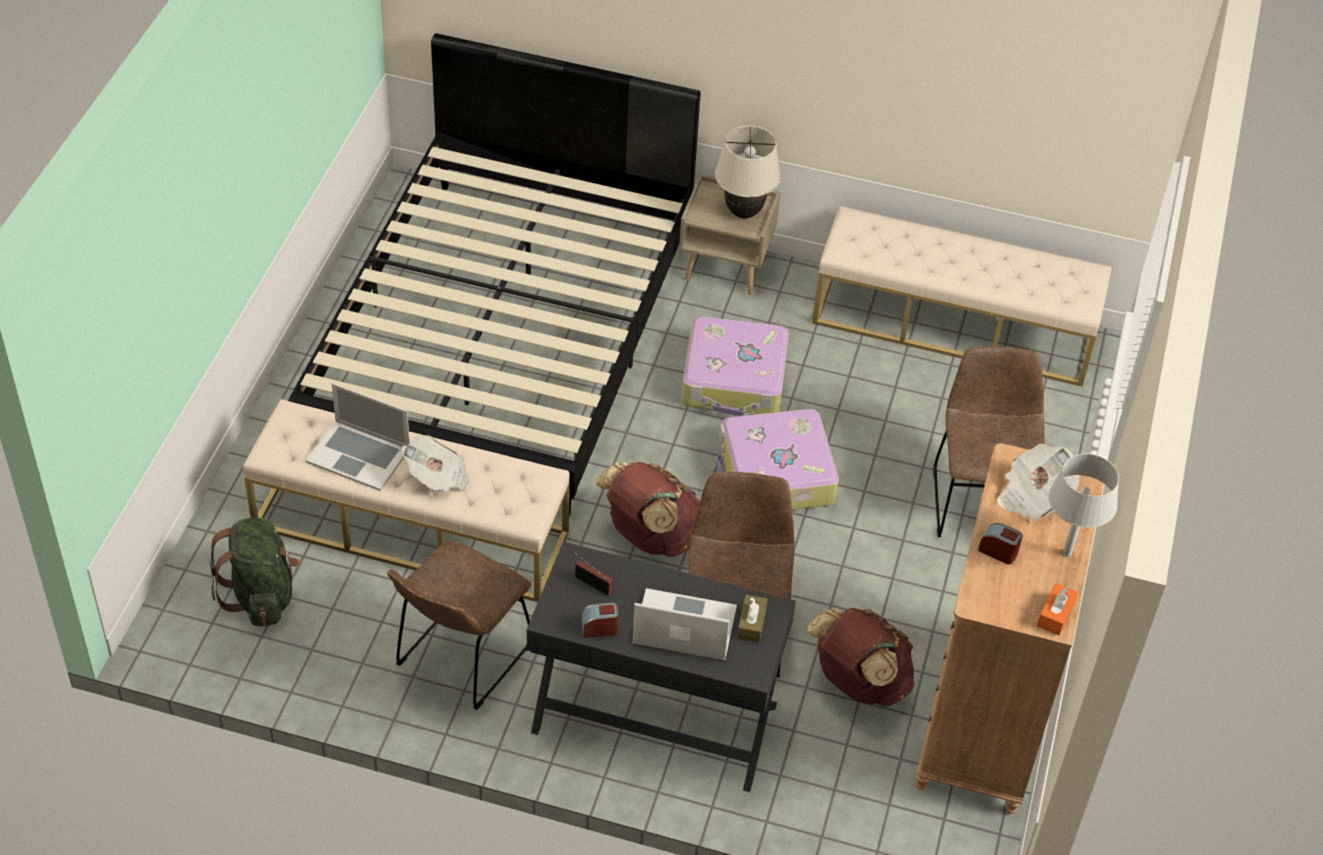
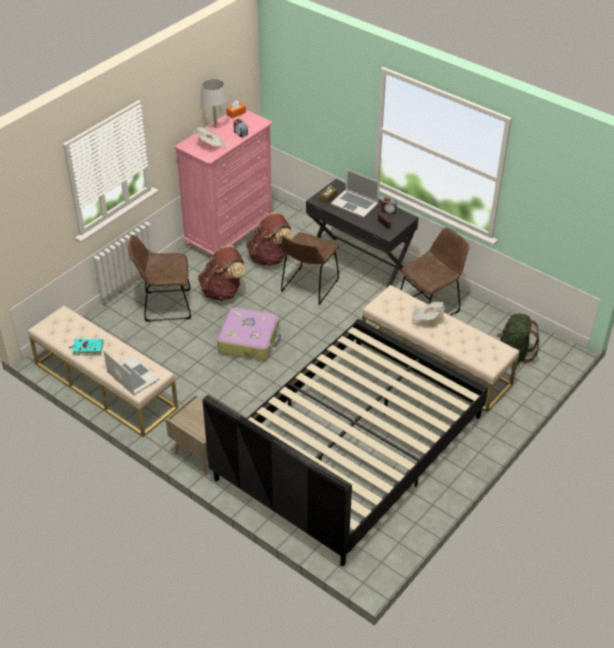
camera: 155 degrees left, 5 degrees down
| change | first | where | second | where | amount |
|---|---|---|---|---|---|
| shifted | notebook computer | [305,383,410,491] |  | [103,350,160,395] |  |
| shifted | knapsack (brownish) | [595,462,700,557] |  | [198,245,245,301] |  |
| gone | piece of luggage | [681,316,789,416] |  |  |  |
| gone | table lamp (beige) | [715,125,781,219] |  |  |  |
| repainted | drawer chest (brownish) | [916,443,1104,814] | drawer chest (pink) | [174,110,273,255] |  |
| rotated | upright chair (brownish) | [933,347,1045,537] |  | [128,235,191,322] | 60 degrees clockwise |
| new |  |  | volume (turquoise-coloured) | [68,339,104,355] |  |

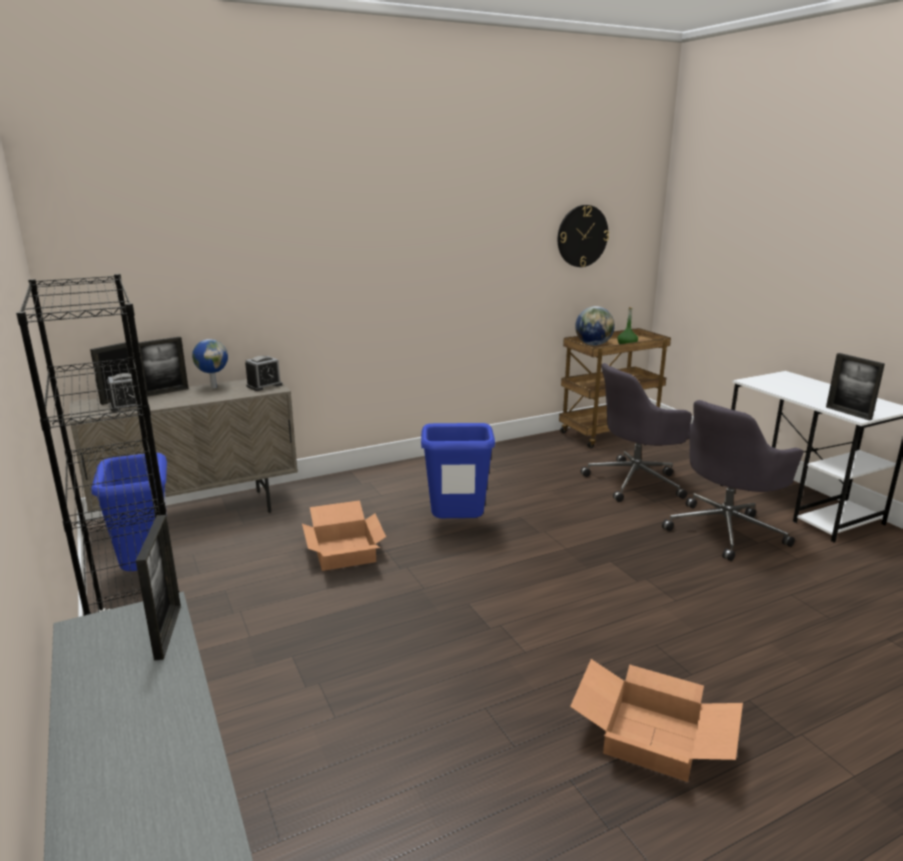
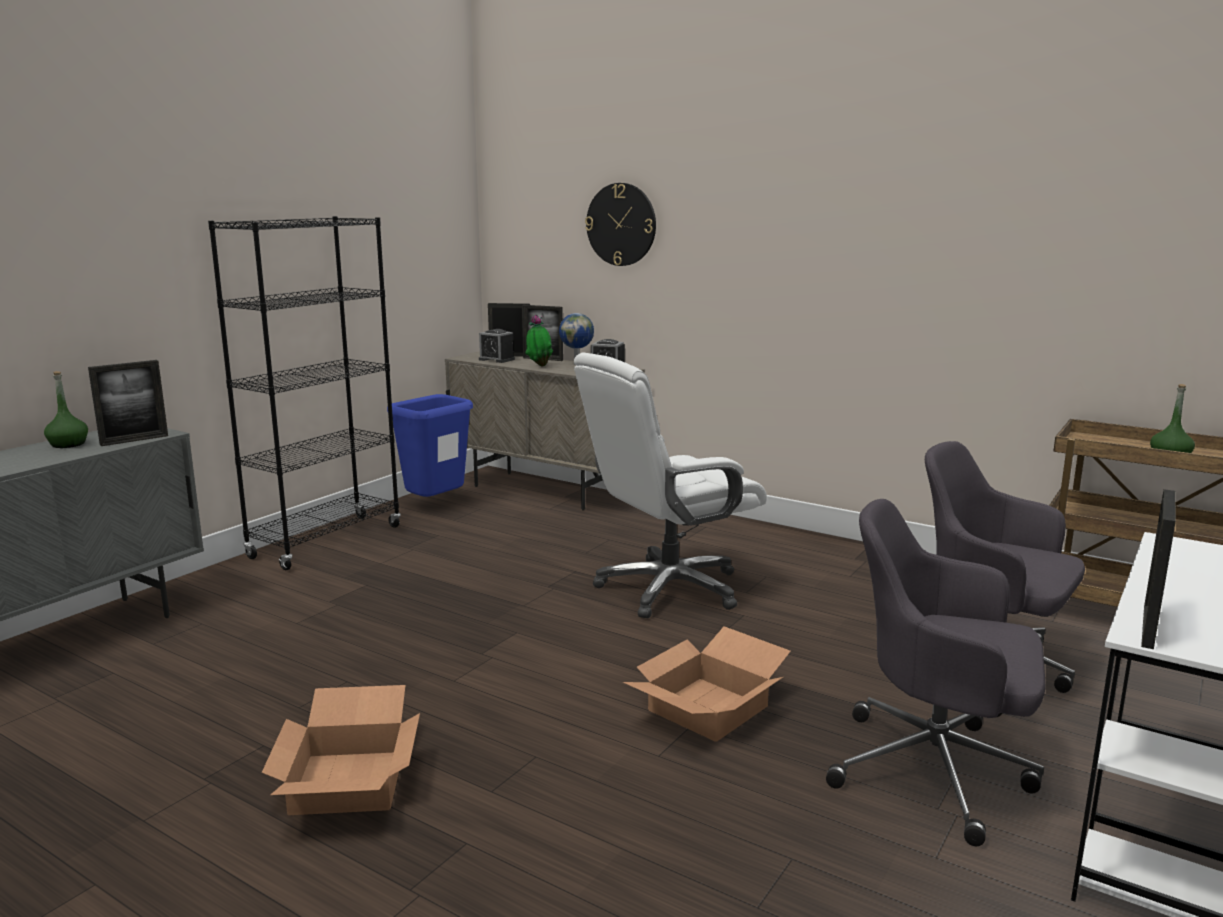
camera: 60 degrees right, 5 degrees down
| change | first | where | second | where | amount |
|---|---|---|---|---|---|
| shifted | cardboard box | [302,500,386,571] |  | [623,626,791,742] |  |
| swapped | trash can (blue) | [421,423,495,518] | desk chair (white) | [574,353,767,618] |  |
| shifted | wall clock | [558,205,609,267] |  | [585,183,656,266] |  |
| gone | desk globe | [575,306,615,346] |  |  |  |
| new |  |  | bottle (green) | [44,371,88,448] |  |
| new |  |  | potted plant | [525,314,553,367] |  |

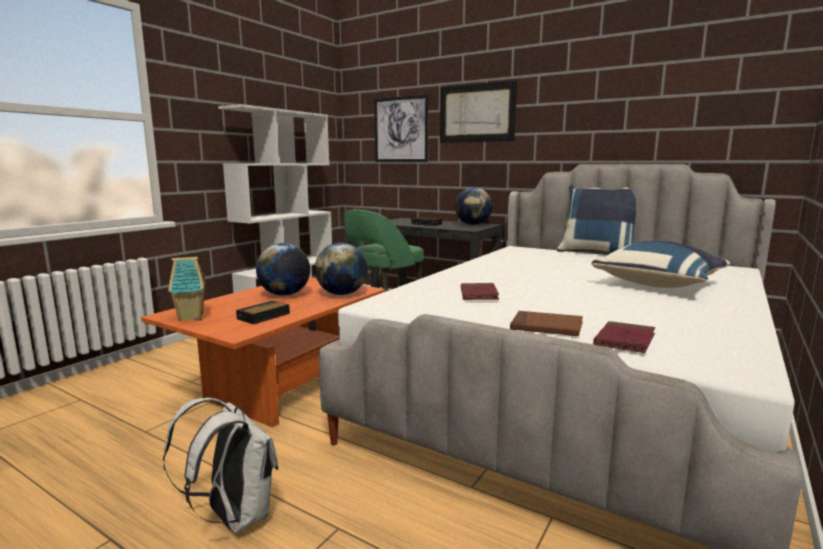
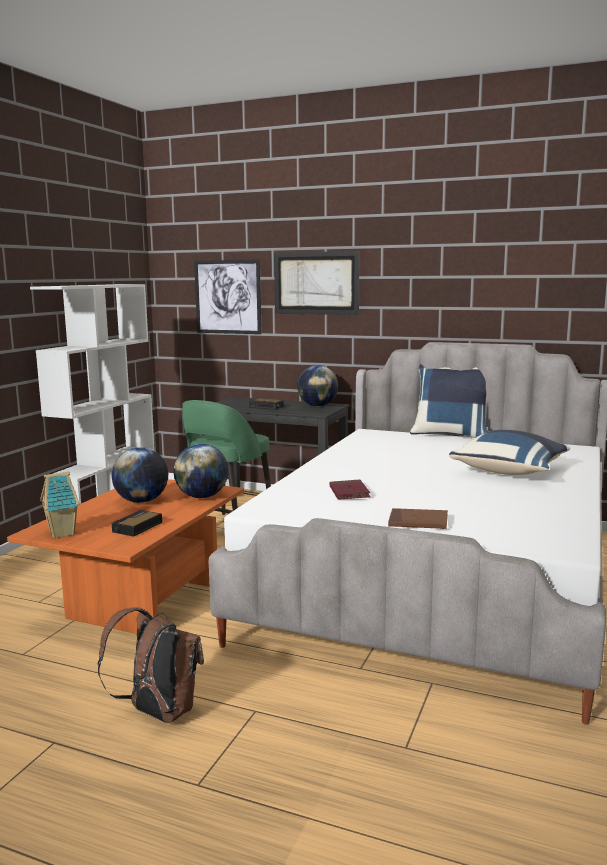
camera: 10 degrees left, 0 degrees up
| change | first | where | second | where | amount |
|---|---|---|---|---|---|
| repainted | knapsack (white) | [163,398,278,533] | knapsack (brownish) | [97,607,204,723] |  |
| gone | volume (red-coloured) | [593,321,655,353] |  |  |  |

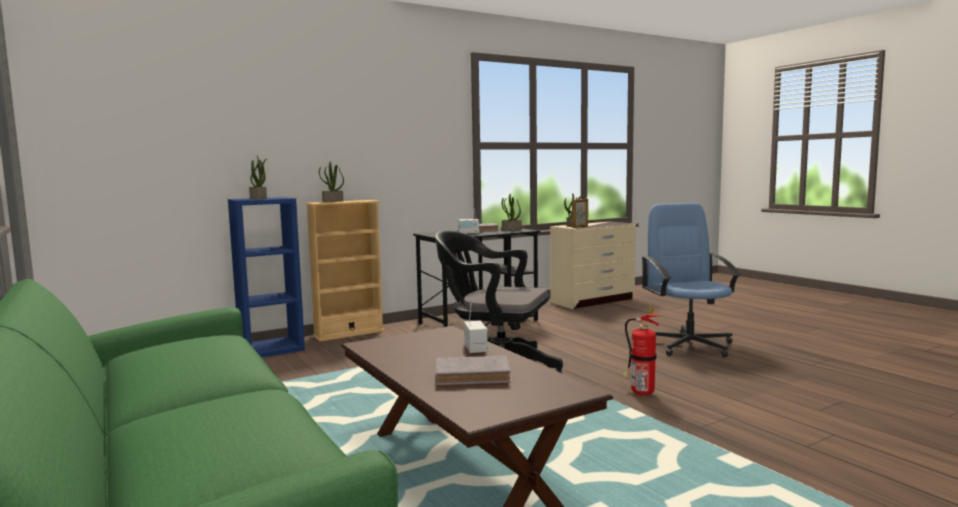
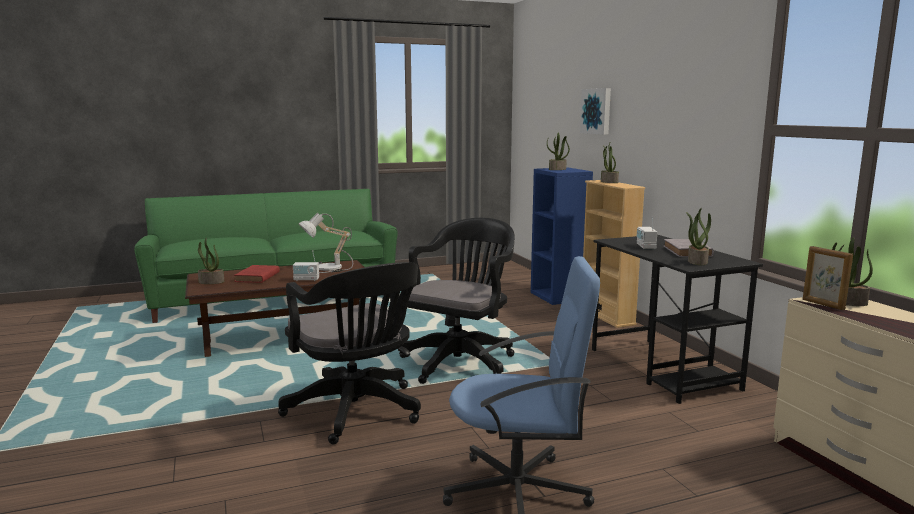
camera: 100 degrees right, 5 degrees up
| change | first | where | second | where | amount |
|---|---|---|---|---|---|
| repainted | volume (greyish) | [436,356,511,385] | volume (red-coloured) | [234,265,280,283] |  |
| swapped | extinguisher | [622,307,660,396] | desk chair (black) | [278,262,421,444] |  |
| new |  |  | potted plant | [198,238,224,284] |  |
| new |  |  | table lamp | [299,213,353,273] |  |
| new |  |  | picture | [580,88,611,135] |  |

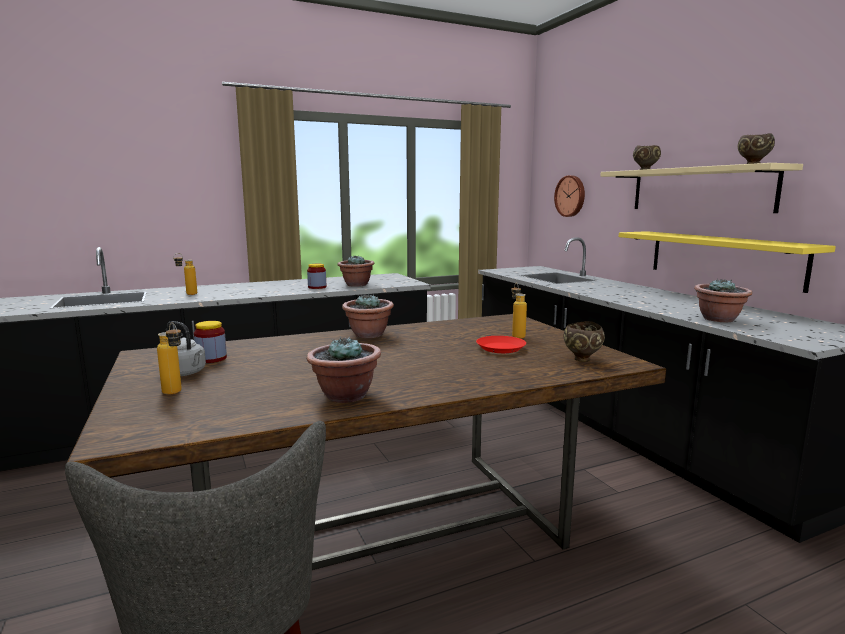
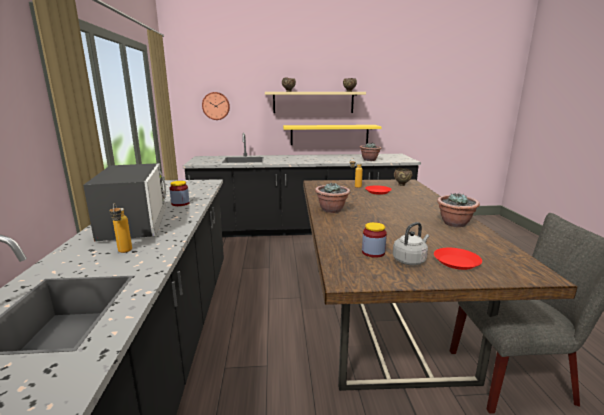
camera: 70 degrees left, 5 degrees up
| change | first | where | second | where | amount |
|---|---|---|---|---|---|
| swapped | bottle | [157,323,182,395] | flat dish (red-coloured) | [434,248,482,270] |  |
| gone | potted plant | [338,255,375,287] |  |  |  |
| new |  |  | microwave | [83,163,166,242] |  |

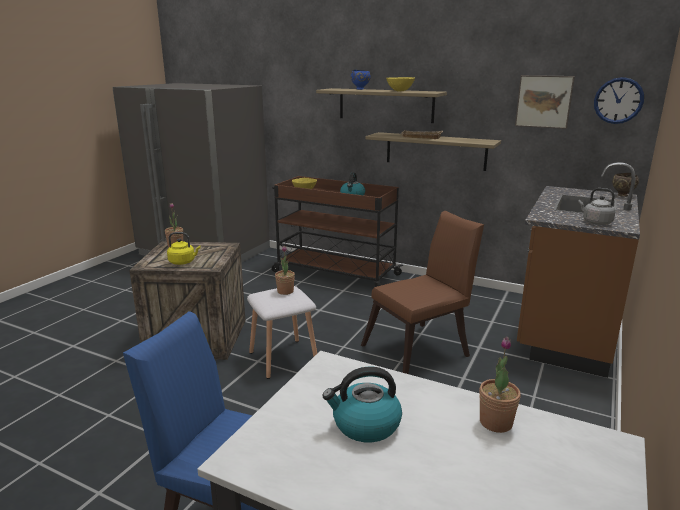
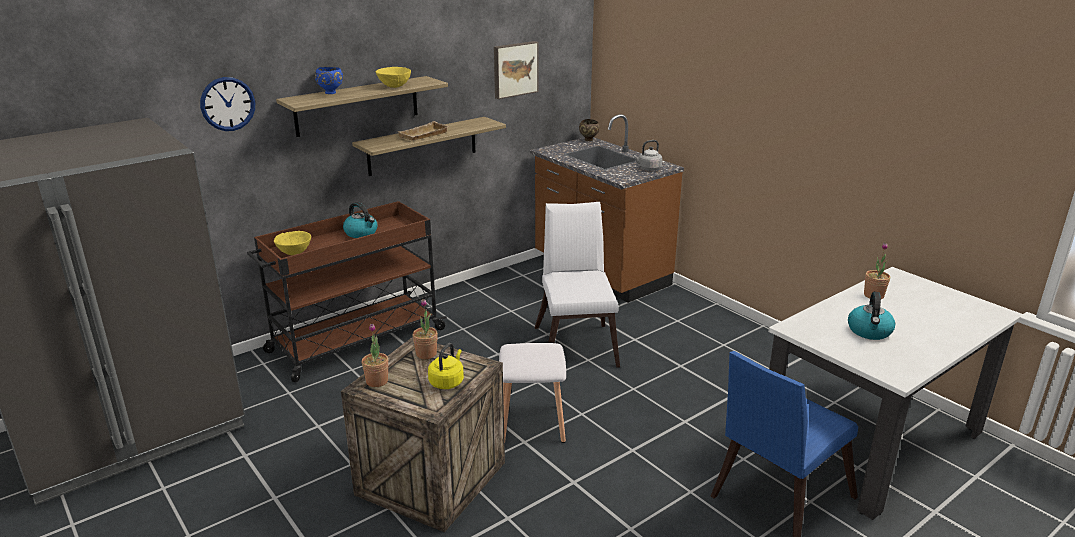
camera: 65 degrees left, 5 degrees up
| change | first | where | second | where | amount |
|---|---|---|---|---|---|
| shifted | potted plant | [275,246,295,295] |  | [413,299,438,359] |  |
| repainted | upright chair (brownish) | [361,211,484,374] | upright chair (white) | [535,202,620,368] |  |
| shifted | wall clock | [594,77,644,124] |  | [200,77,255,131] |  |

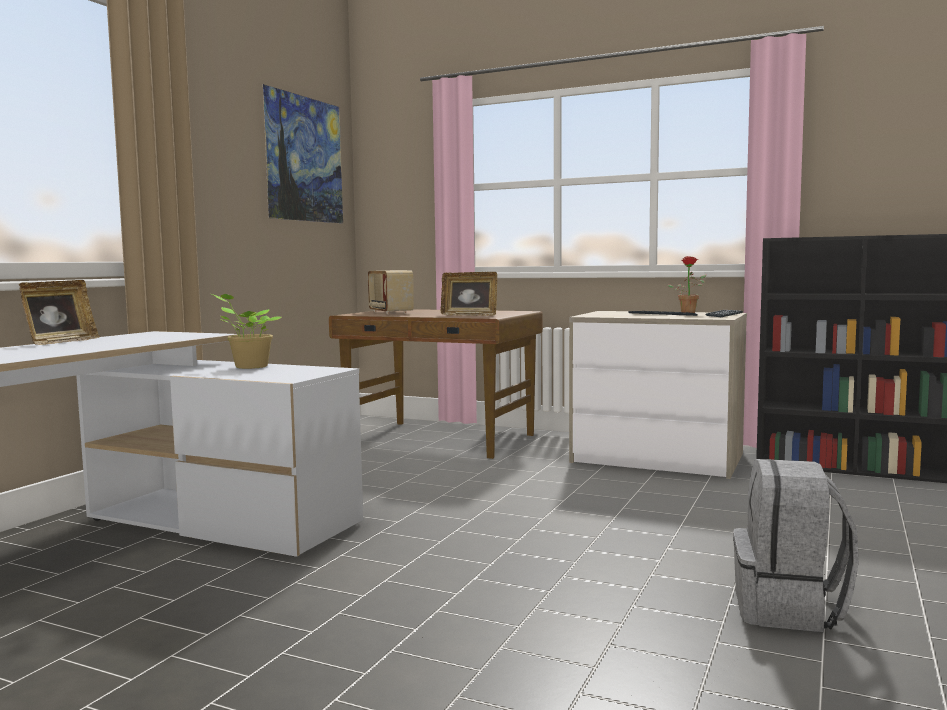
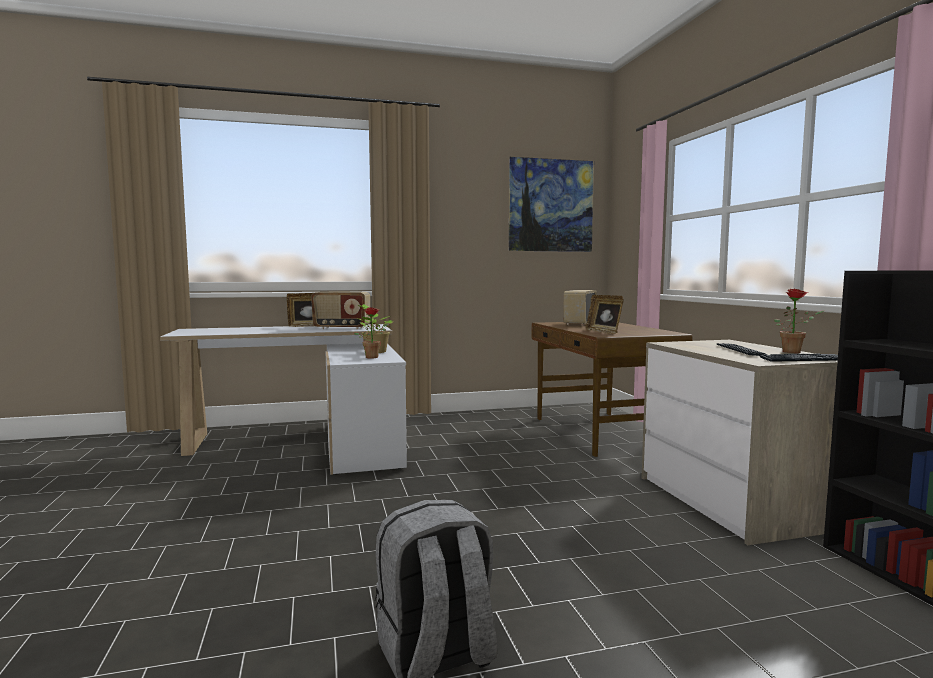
camera: 50 degrees right, 0 degrees up
| change | first | where | second | where | amount |
|---|---|---|---|---|---|
| new |  |  | radio | [311,292,370,329] |  |
| new |  |  | potted plant | [354,307,389,358] |  |

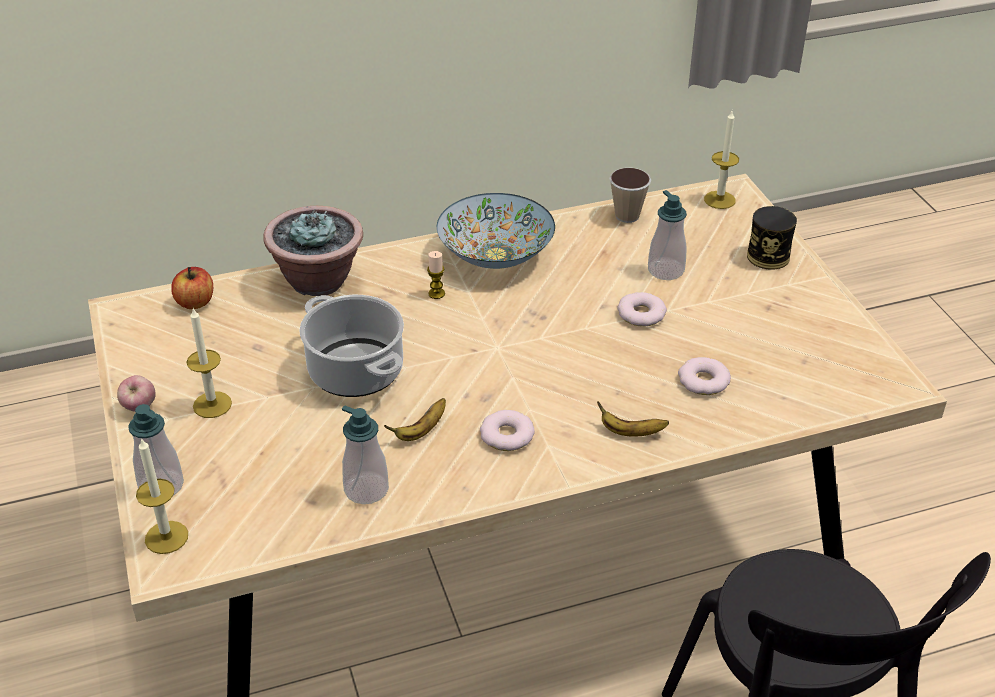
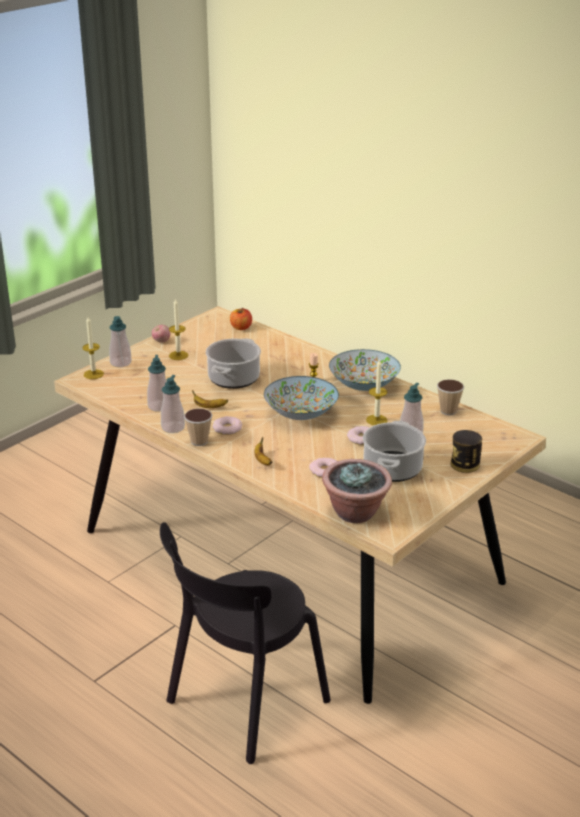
camera: 60 degrees right, 10 degrees down
| change | first | where | second | where | amount |
|---|---|---|---|---|---|
| shifted | potted plant | [263,206,363,296] |  | [322,459,392,523] |  |
| shifted | wax candle | [704,111,739,209] |  | [366,359,387,425] |  |
| new |  |  | liquid soap bottle | [161,375,185,433] |  |
| new |  |  | small cup | [184,408,212,446] |  |
| new |  |  | bowl | [264,376,339,420] |  |
| new |  |  | saucepot | [363,421,426,482] |  |

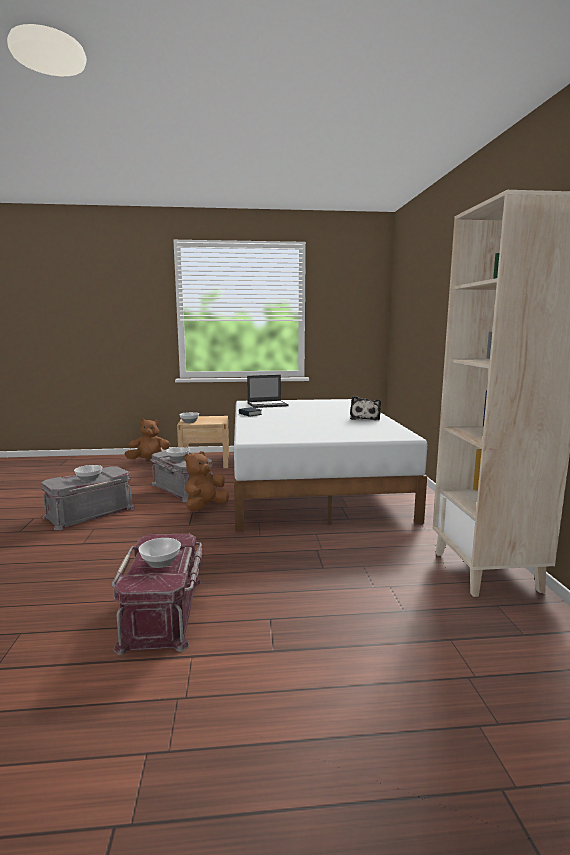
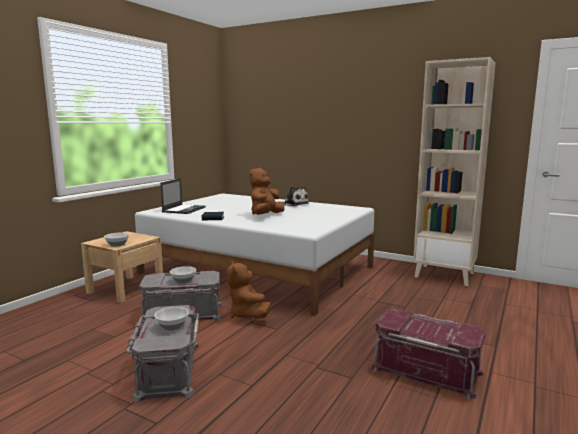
camera: 55 degrees left, 0 degrees up
| change | first | where | second | where | amount |
|---|---|---|---|---|---|
| shifted | plush toy (brownish) | [125,419,170,459] |  | [249,168,285,215] |  |
| gone | bowl | [139,538,181,568] |  |  |  |

